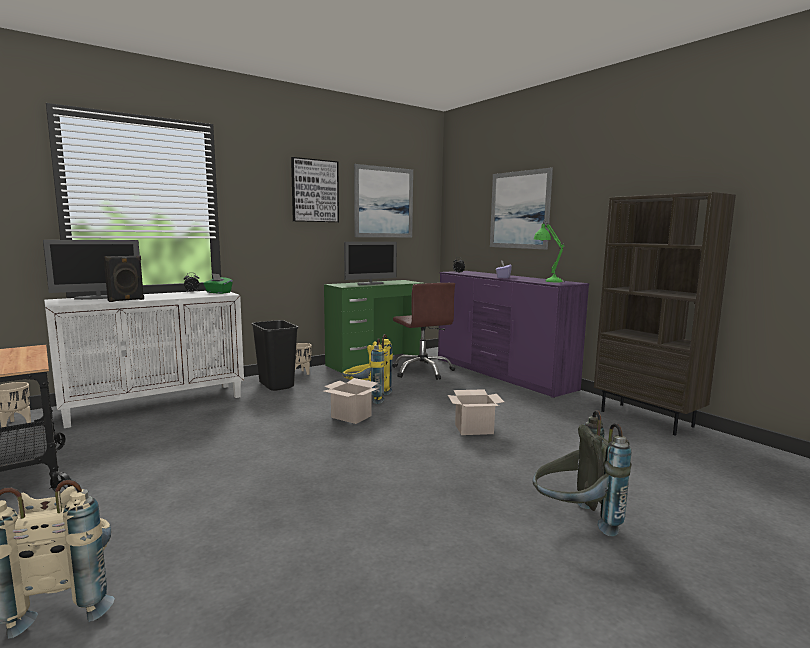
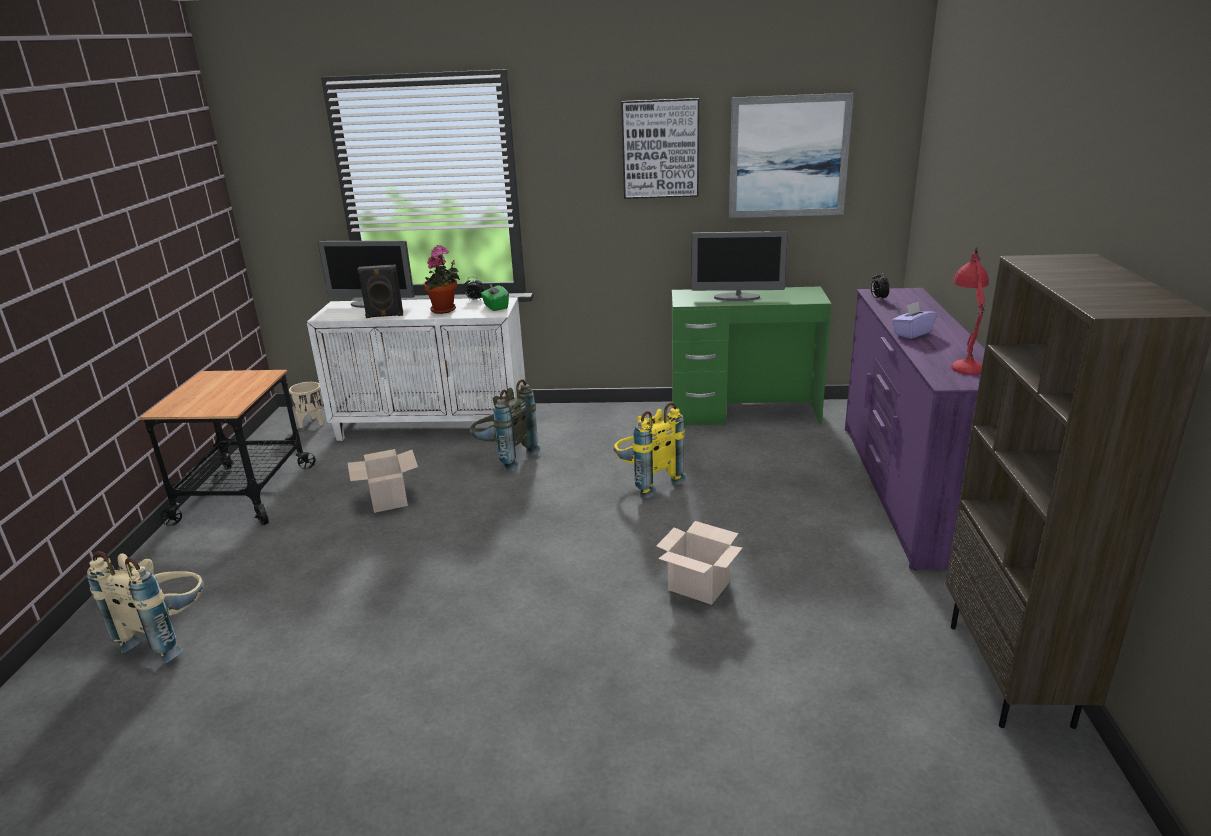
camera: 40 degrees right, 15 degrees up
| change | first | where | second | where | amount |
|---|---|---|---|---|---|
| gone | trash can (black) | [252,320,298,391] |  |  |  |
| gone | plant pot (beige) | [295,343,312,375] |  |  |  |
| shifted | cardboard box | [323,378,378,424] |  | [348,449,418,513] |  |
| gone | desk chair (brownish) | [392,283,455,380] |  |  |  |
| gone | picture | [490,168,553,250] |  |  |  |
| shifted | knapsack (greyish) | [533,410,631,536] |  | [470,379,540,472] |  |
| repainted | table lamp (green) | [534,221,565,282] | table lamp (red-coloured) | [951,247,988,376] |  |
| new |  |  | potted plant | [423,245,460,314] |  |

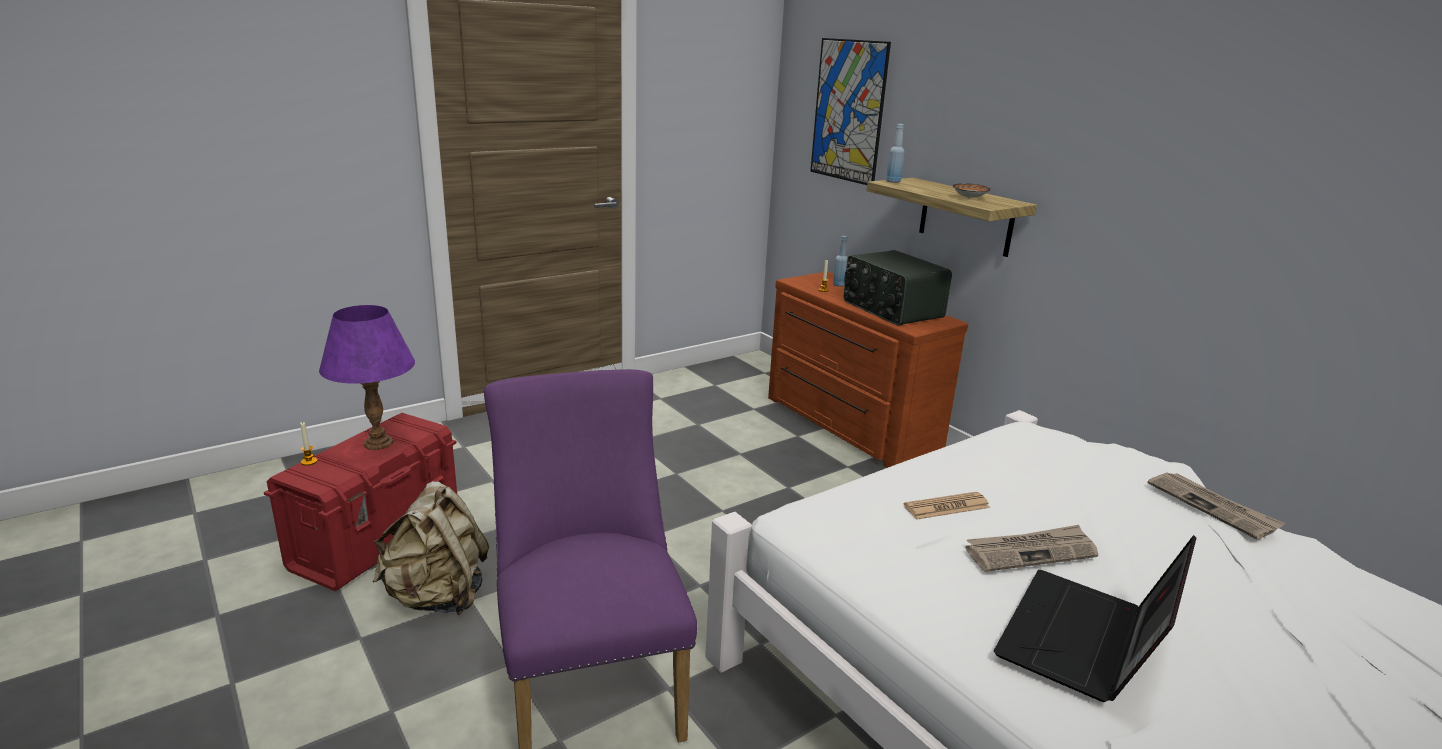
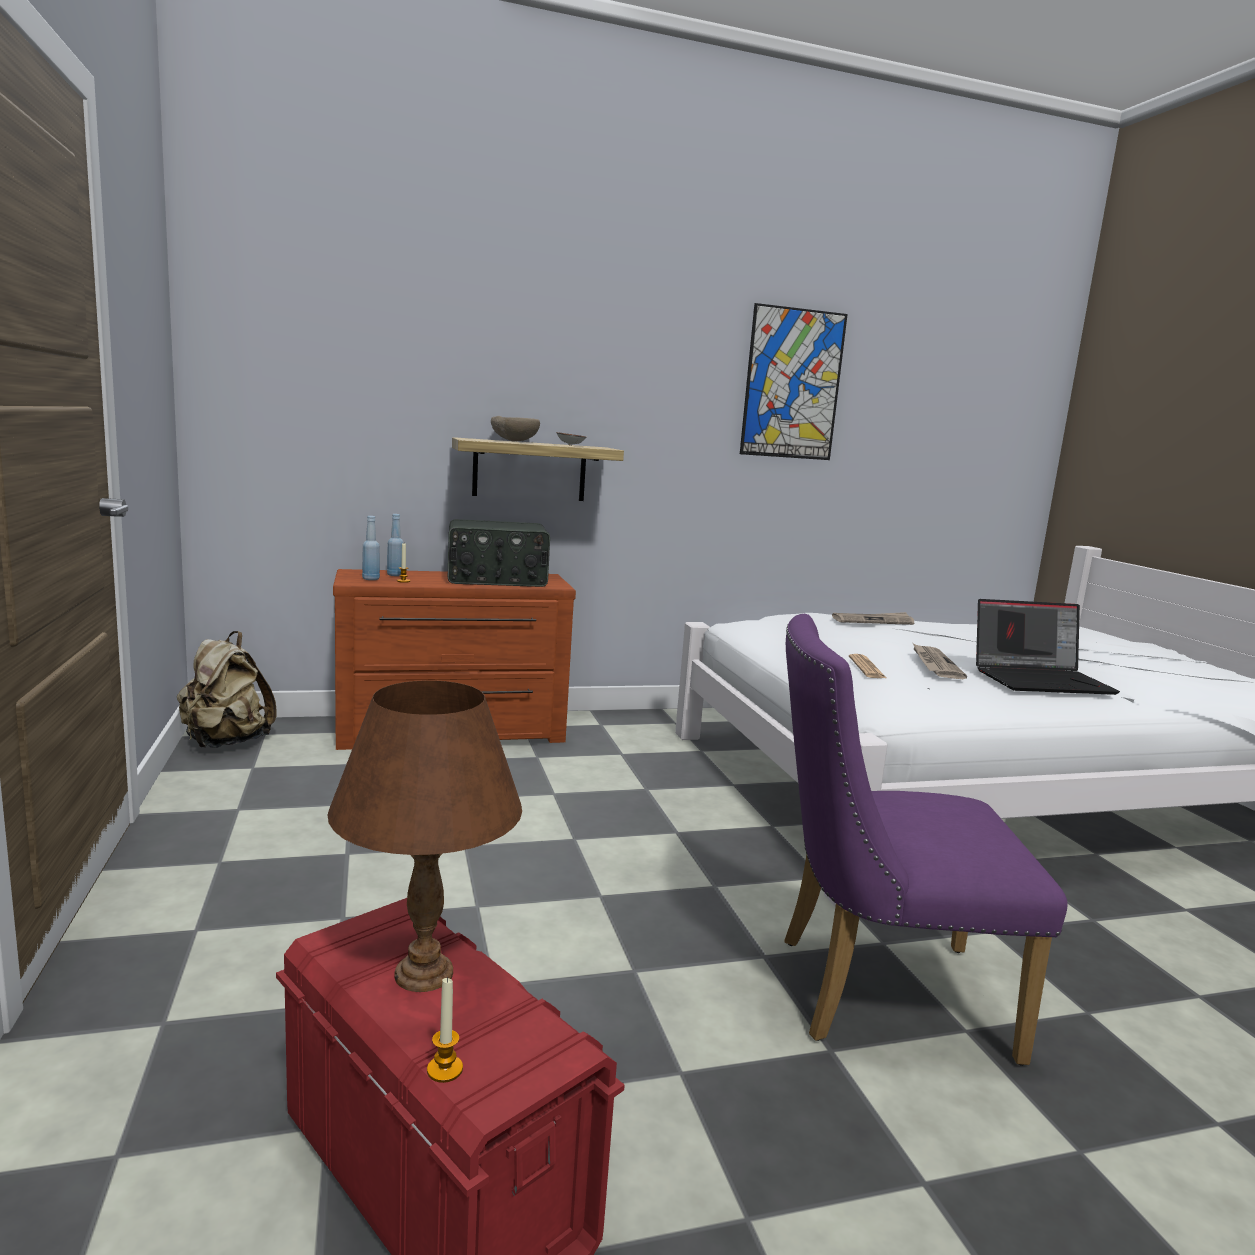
camera: 70 degrees left, 10 degrees down
| change | first | where | second | where | amount |
|---|---|---|---|---|---|
| repainted | table lamp (purple-coloured) | [319,305,415,450] | table lamp (brownish) | [328,680,522,992] |  |
| shifted | knapsack (beige) | [373,481,489,615] |  | [177,631,277,748] |  |
| shifted | picture | [810,38,891,185] |  | [740,303,848,460] |  |
| shifted | bottle (blue) | [886,124,904,183] |  | [362,516,380,580] |  |
| rotated | notebook computer | [994,535,1196,702] |  | [976,599,1120,695] | 60 degrees counterclockwise |
| new |  |  | bowl (beige) | [491,416,540,441] |  |

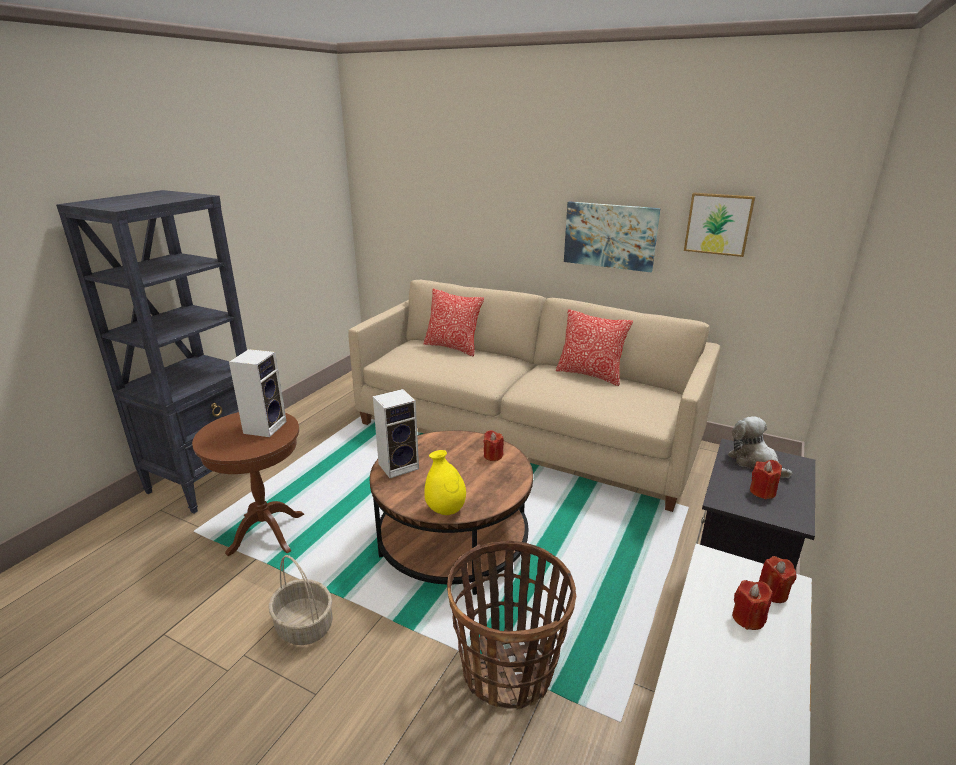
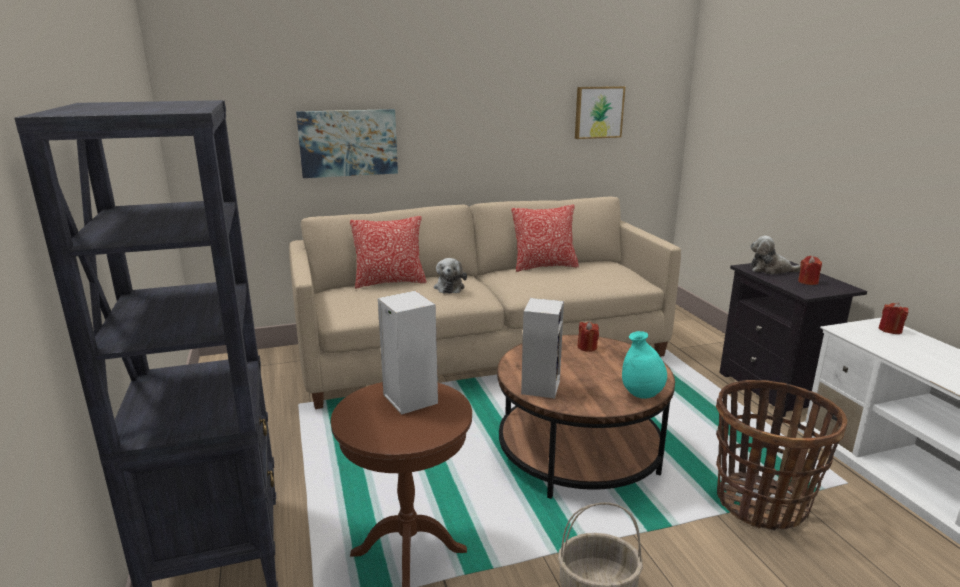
camera: 45 degrees left, 5 degrees down
| change | first | where | second | where | amount |
|---|---|---|---|---|---|
| repainted | decorative vase (yellowish) | [424,450,466,515] | decorative vase (turquoise-coloured) | [622,331,667,399] |  |
| shifted | picture | [564,201,661,272] |  | [296,109,398,178] |  |
| gone | wax candle (red-coloured) | [732,580,773,630] |  |  |  |
| new |  |  | plush toy | [434,258,467,294] |  |

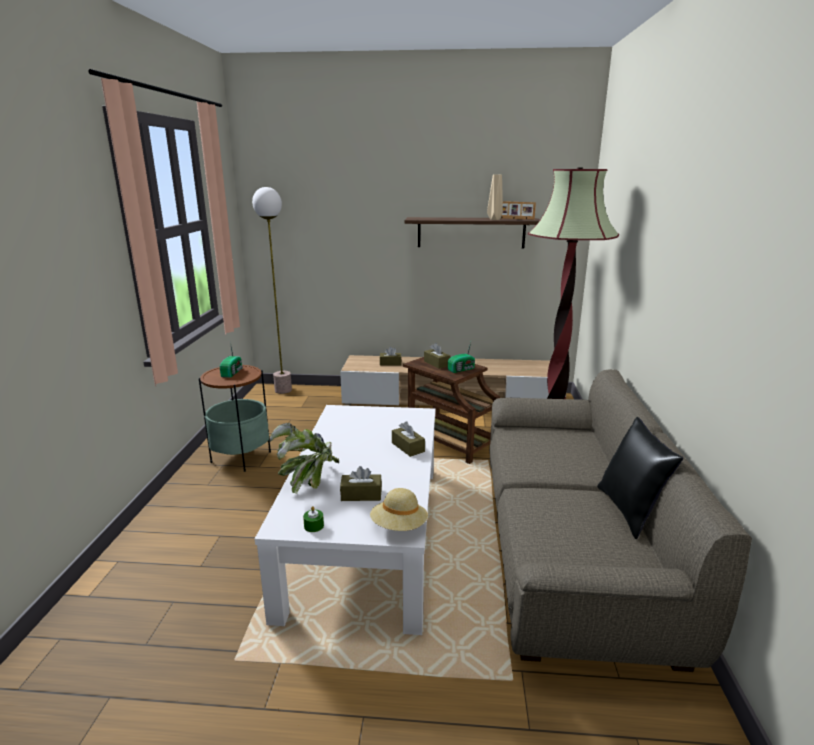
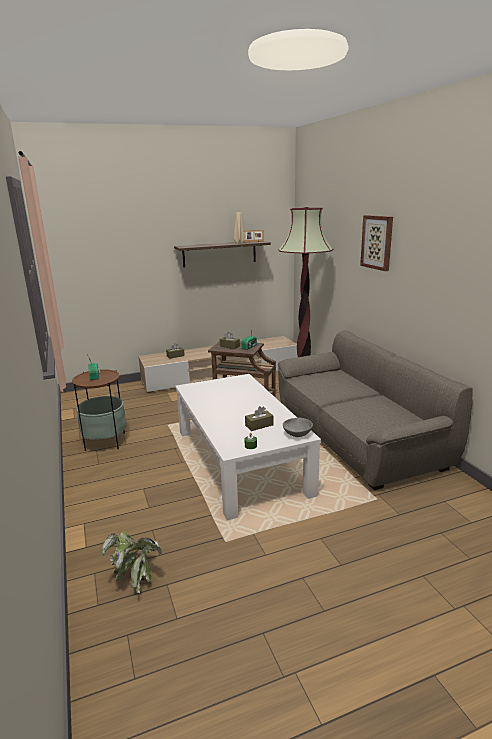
camera: 25 degrees left, 0 degrees up
| change | first | where | second | where | amount |
|---|---|---|---|---|---|
| gone | standing lamp | [252,187,292,394] |  |  |  |
| shifted | potted plant | [270,422,339,494] |  | [102,532,162,593] |  |
| swapped | clothing hat (beige) | [370,488,428,531] | bowl (greyish) | [283,418,313,437] |  |
| gone | tissue holder (brownish) | [392,421,425,457] |  |  |  |
| gone | pillow (black) | [597,417,683,540] |  |  |  |
| new |  |  | picture | [360,215,393,271] |  |

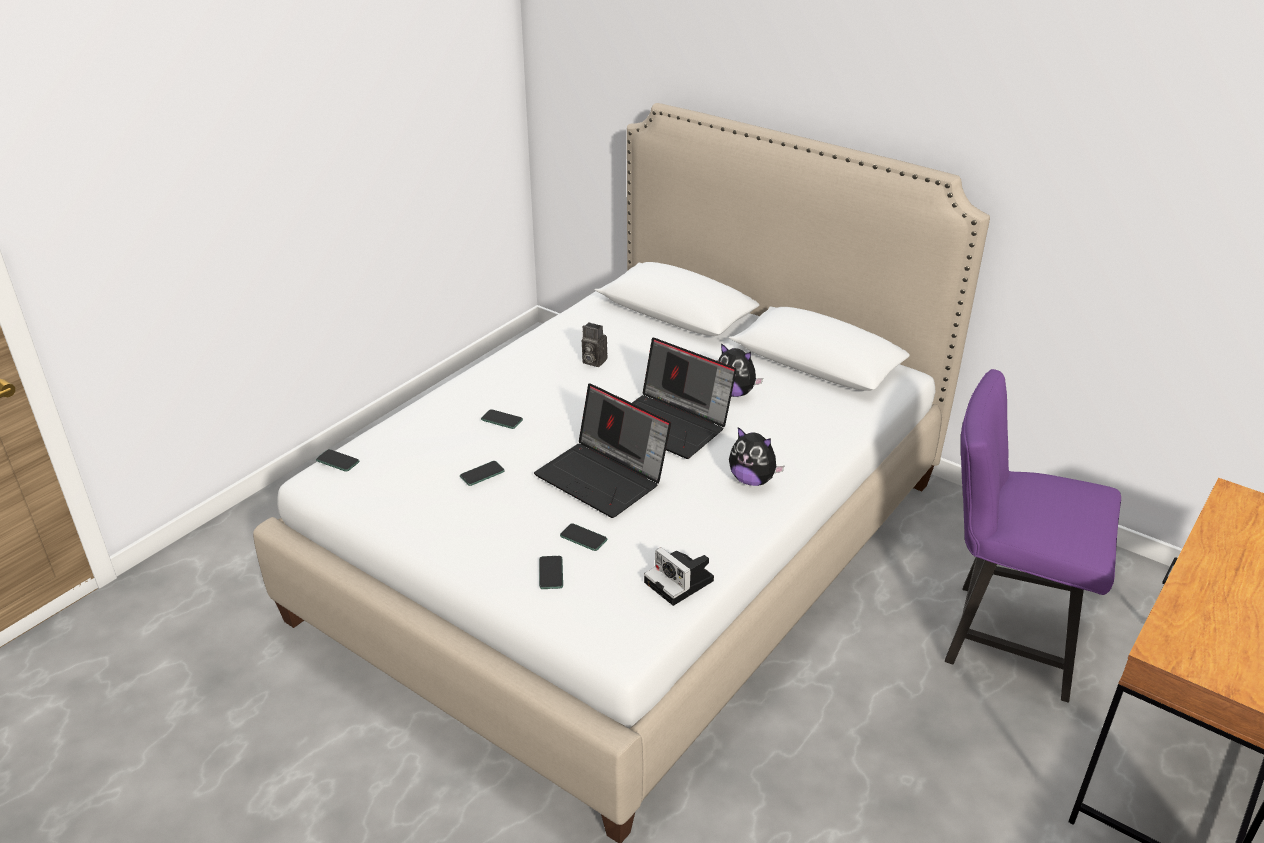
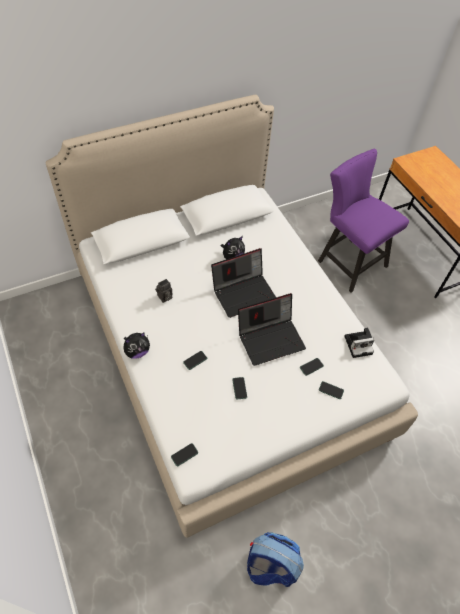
camera: 65 degrees left, 20 degrees up
| change | first | where | second | where | amount |
|---|---|---|---|---|---|
| shifted | plush toy | [729,427,784,486] |  | [124,333,150,359] |  |
| rotated | upright chair (purple-coloured) | [945,369,1121,703] |  | [318,149,409,293] | 90 degrees clockwise |
| new |  |  | knapsack | [247,532,304,587] |  |

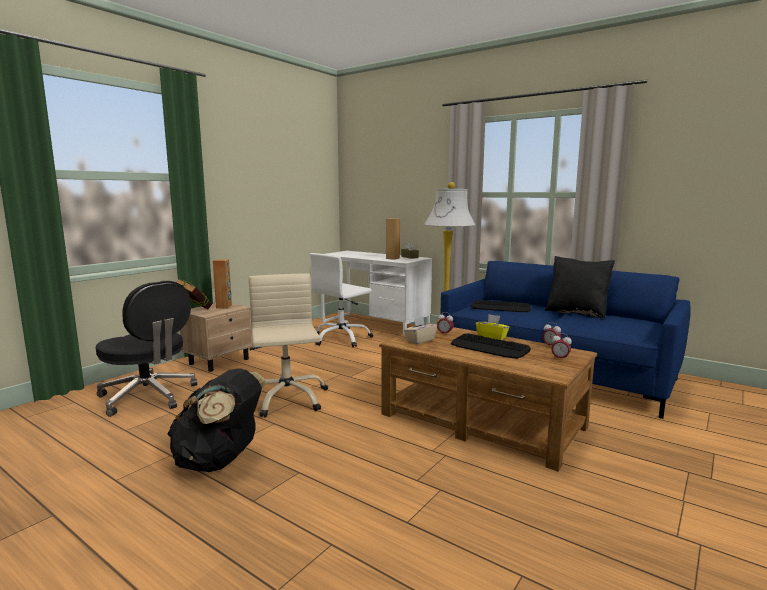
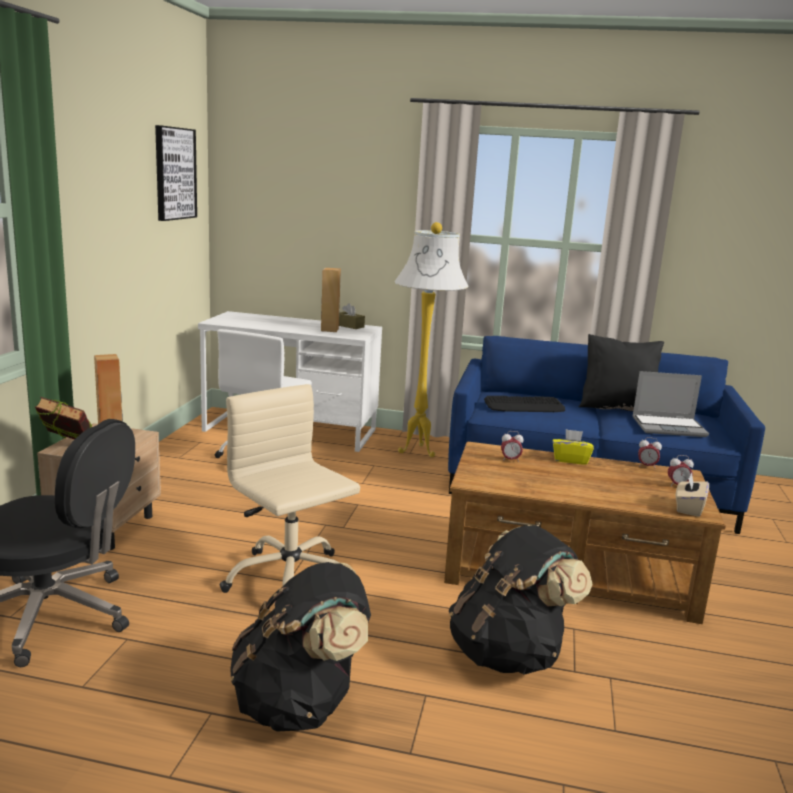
camera: 25 degrees left, 5 degrees up
| change | first | where | second | where | amount |
|---|---|---|---|---|---|
| shifted | tissue holder (beige) | [404,317,437,344] |  | [676,473,709,517] |  |
| gone | keyboard | [451,333,531,359] |  |  |  |
| new |  |  | picture | [155,125,197,221] |  |
| new |  |  | knapsack (black) | [449,525,593,675] |  |
| new |  |  | notebook computer | [632,371,709,437] |  |

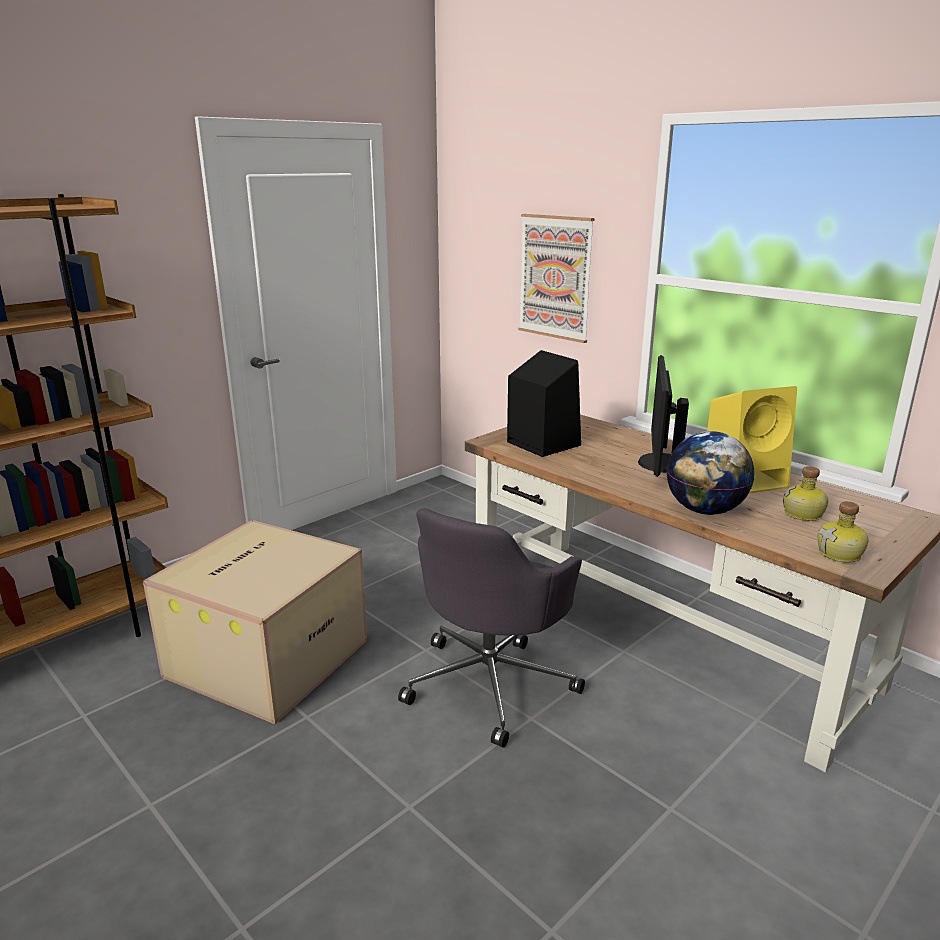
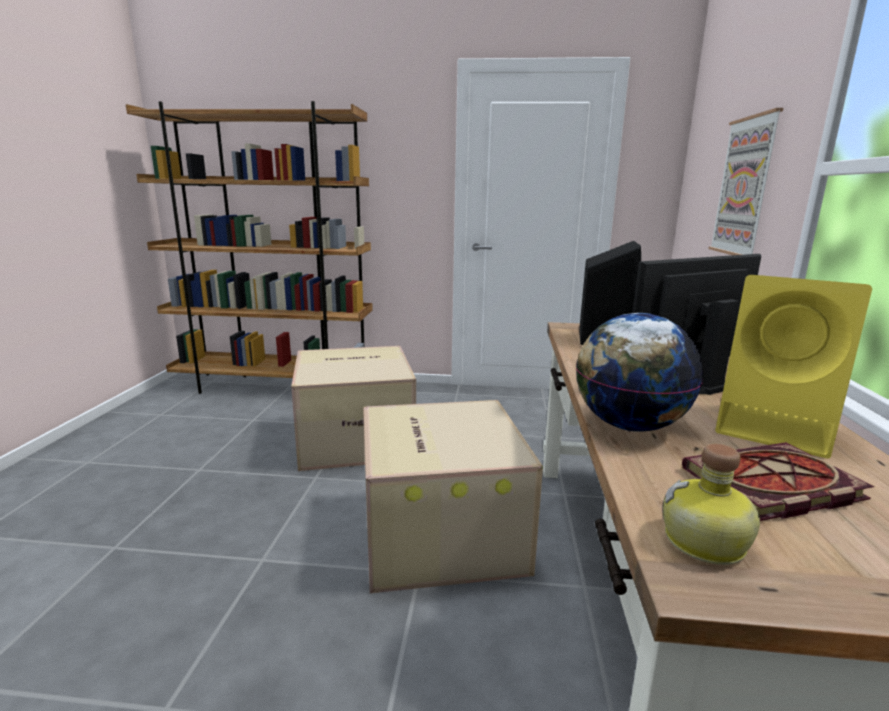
camera: 50 degrees right, 5 degrees down
| change | first | where | second | where | amount |
|---|---|---|---|---|---|
| swapped | desk chair (greyish) | [398,508,585,748] | cardboard box | [363,400,543,593] |  |
| swapped | bottle | [783,466,828,521] | volume | [682,442,874,521] |  |

